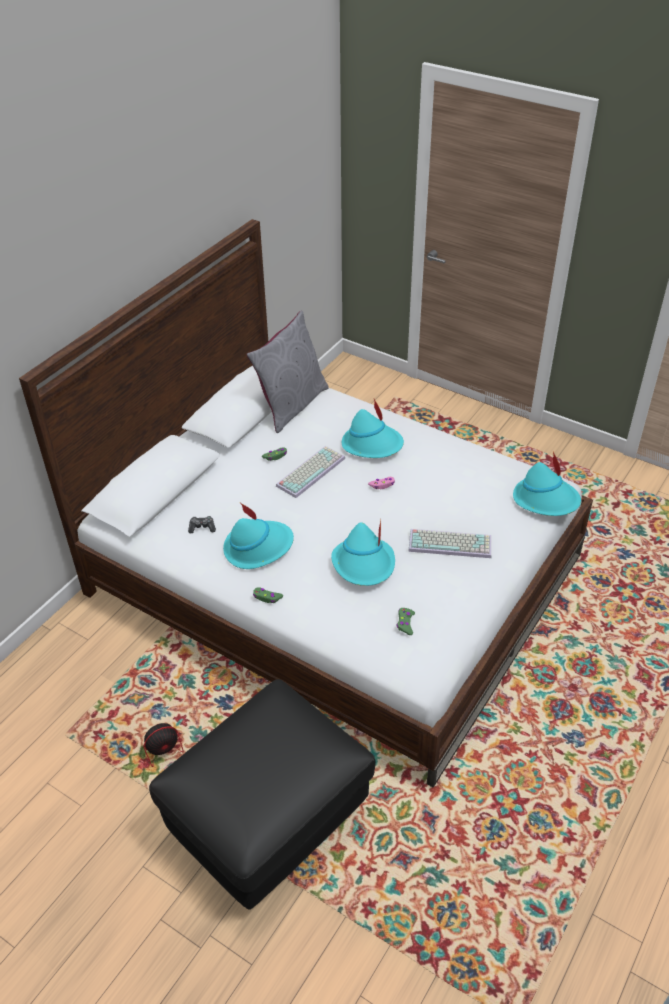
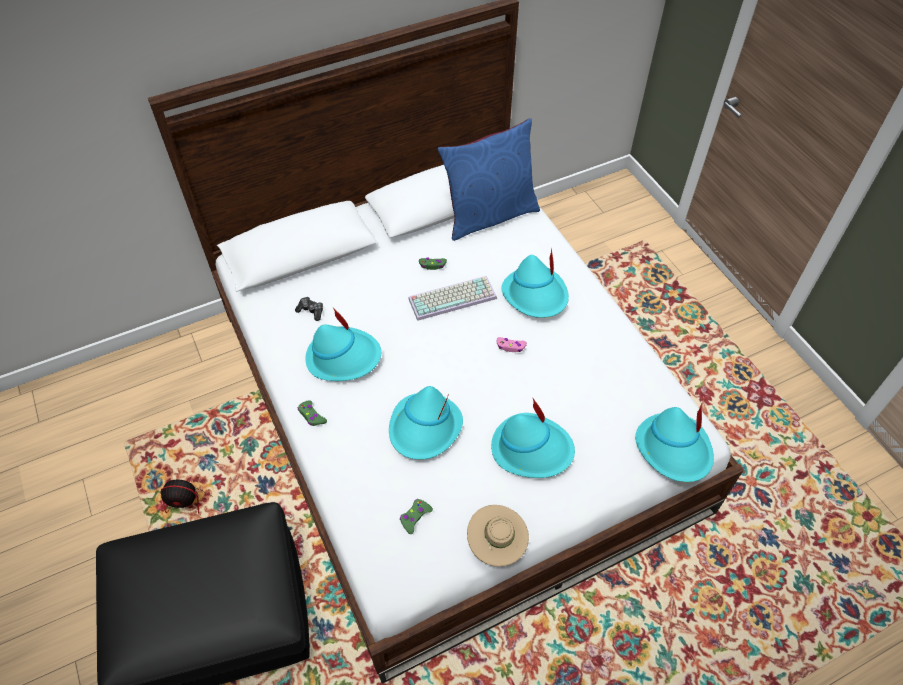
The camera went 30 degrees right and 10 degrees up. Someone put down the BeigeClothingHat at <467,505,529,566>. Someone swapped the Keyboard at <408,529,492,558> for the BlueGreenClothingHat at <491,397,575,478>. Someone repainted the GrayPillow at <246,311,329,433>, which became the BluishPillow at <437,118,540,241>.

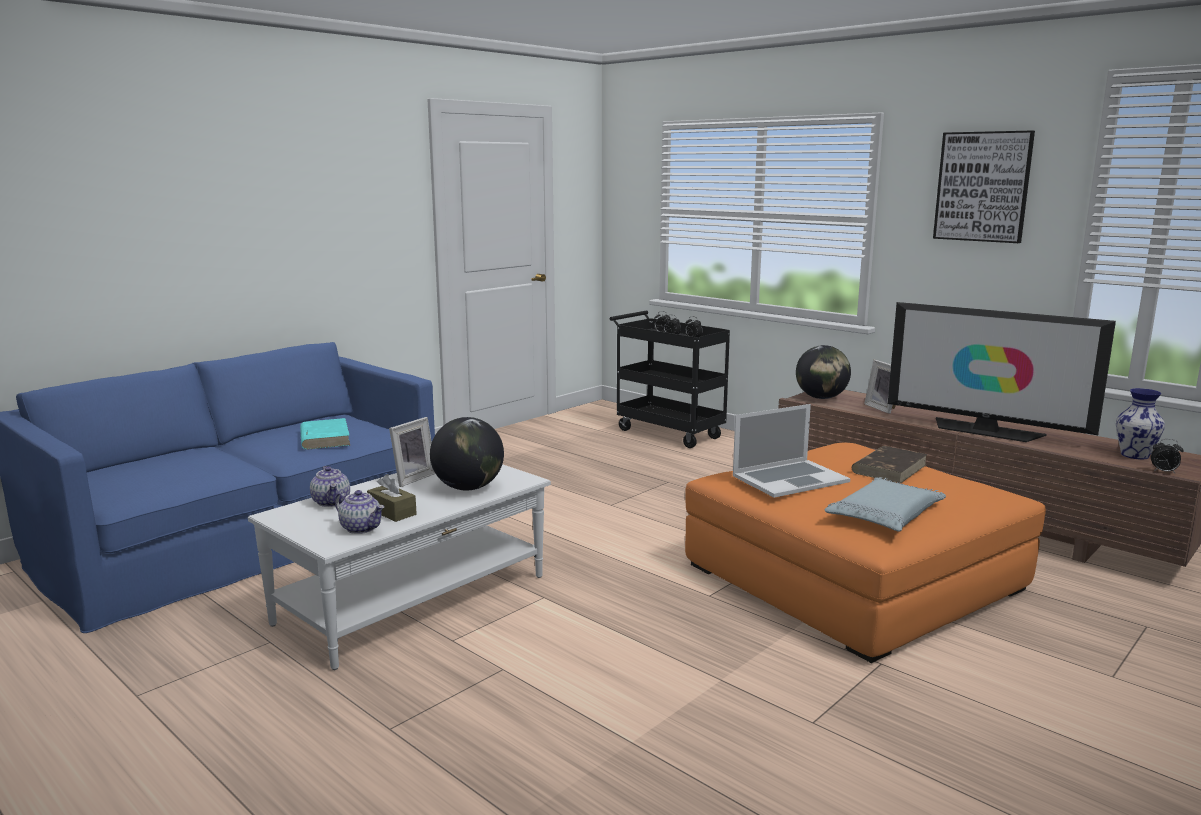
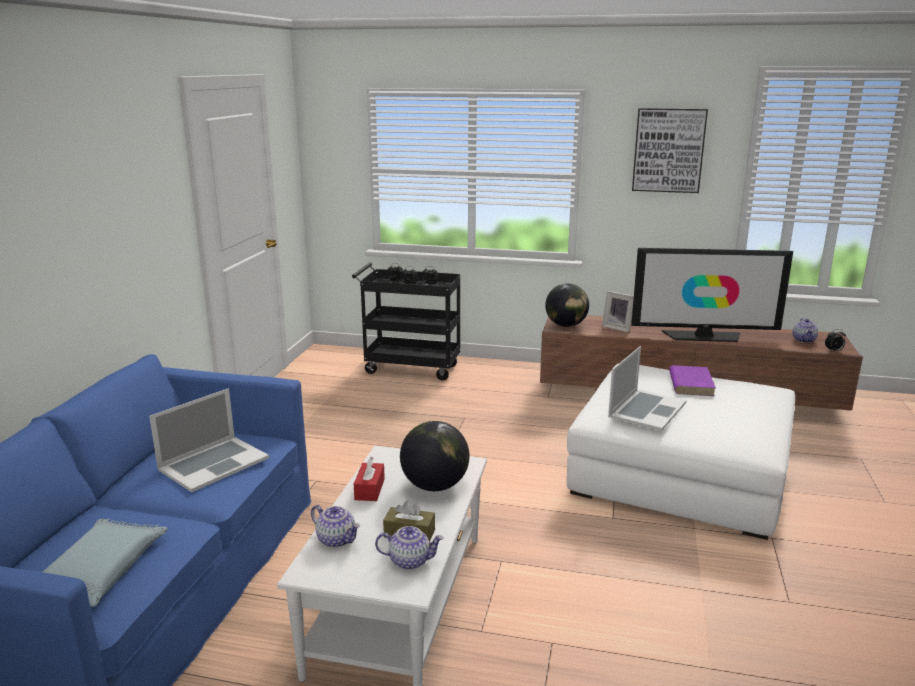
The camera went 30 degrees left and 5 degrees up. Someone carried the BluishPillow from <824,477,946,532> to <43,518,168,607>. Someone swapped the BlueGreenBook at <300,418,350,450> for the Laptop at <149,388,269,492>. Someone swapped the PhotoFrame at <389,417,435,487> for the RedBoxOfTissues at <354,457,385,501>. Someone swapped the Vase at <1116,388,1165,460> for the Teapot at <793,318,818,343>. Someone repainted the OrangeColouredPouffe at <685,443,1046,663>, which became the WhiteColouredPouffe at <566,364,795,540>. Someone repainted the BrownishBook at <852,446,928,483>, which became the PurpleBook at <669,365,716,396>.

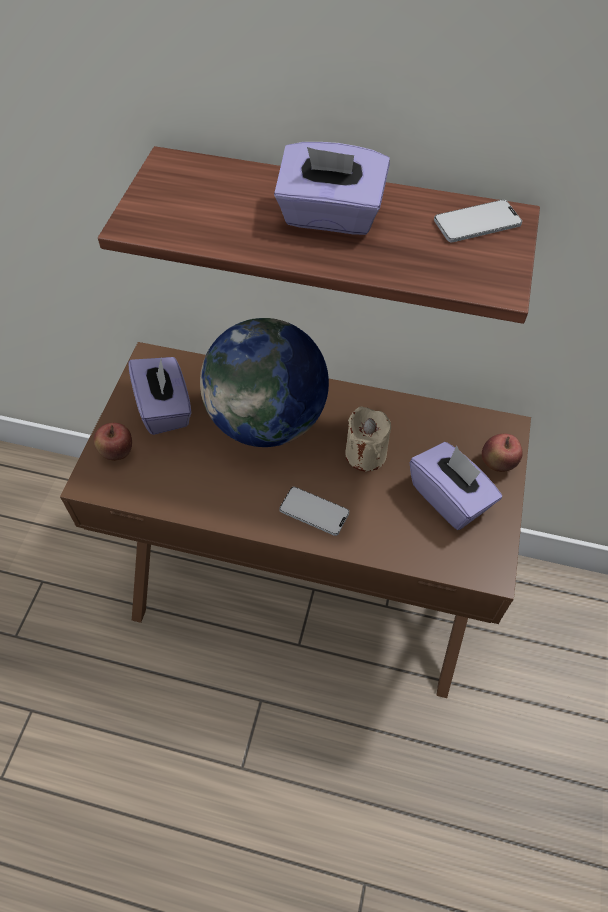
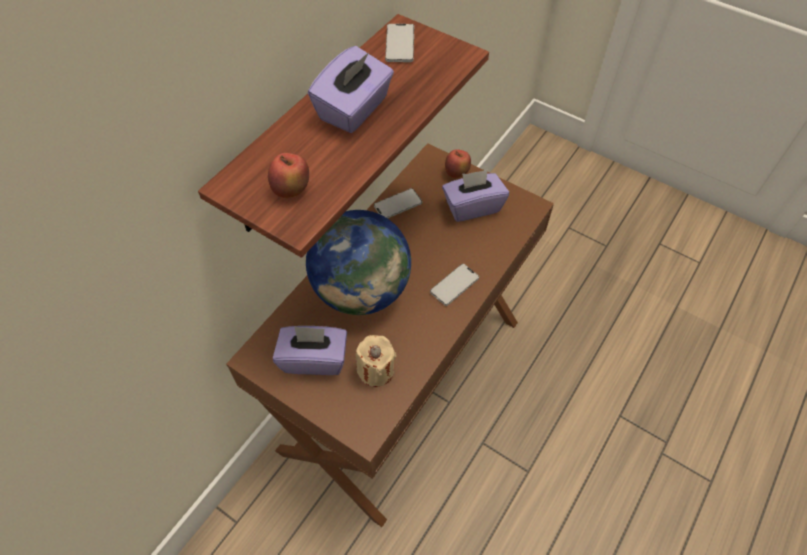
The camera went 70 degrees left and 0 degrees up. Someone put down the Phone at <374,188,422,218>. Someone carried the Apple from <94,423,132,461> to <268,153,309,198>. Someone carried the BeigeCandle from <346,406,391,471> to <356,335,397,387>.

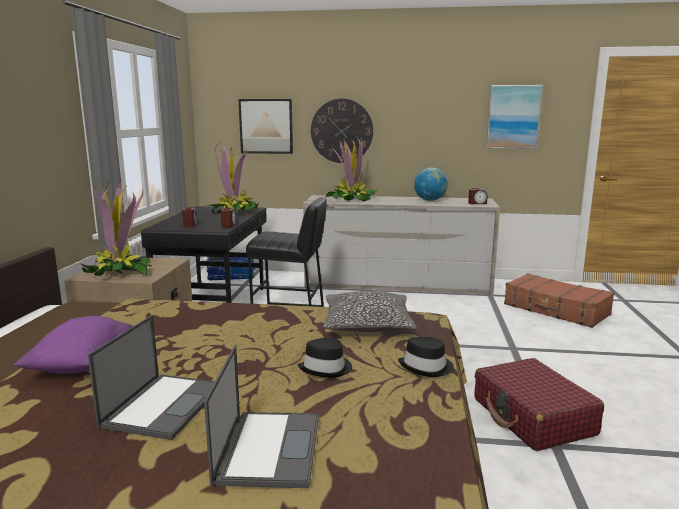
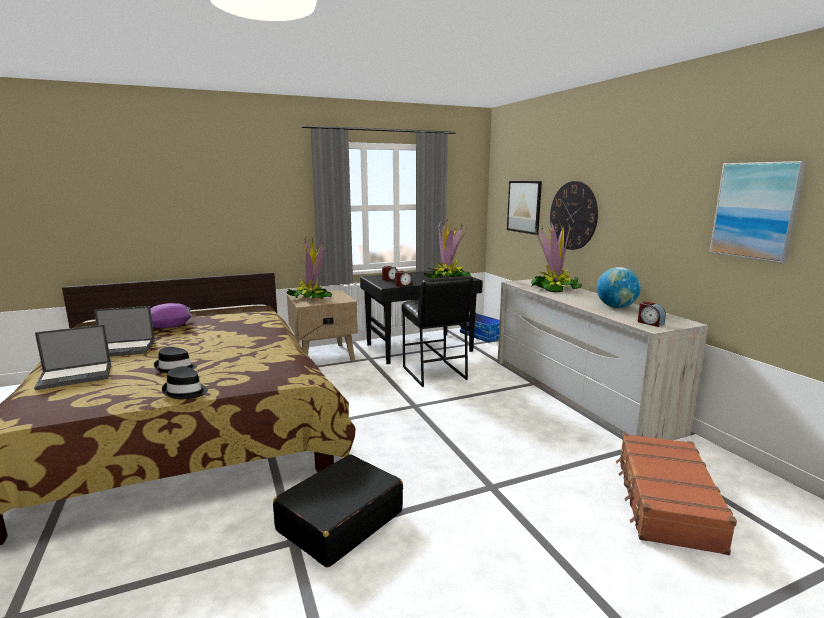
The camera went 60 degrees right and 0 degrees up. Someone took away the Pillow at <323,291,417,332>. Someone repainted the RedSuitcase at <475,358,604,451>, which became the BlackColouredSuitcase at <273,455,403,568>.

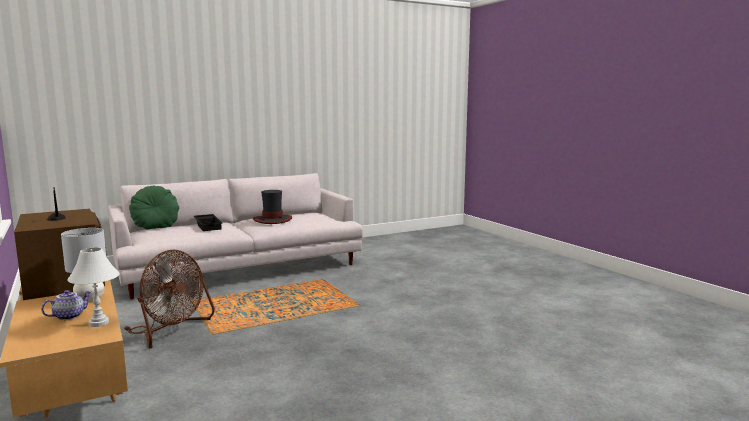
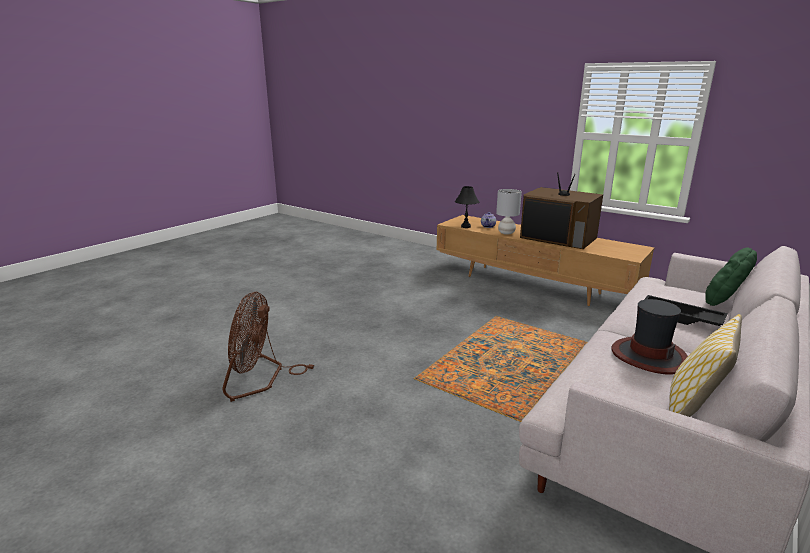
The camera went 155 degrees right and 10 degrees up. Someone put down the Pillow at <669,314,742,417>. Someone carried the BrownishCoolingFan from <124,250,215,349> to <222,292,315,402>. Someone repainted the WhiteColouredLampForATable at <67,247,120,327>, which became the BlackColouredLampForATable at <455,186,479,228>.

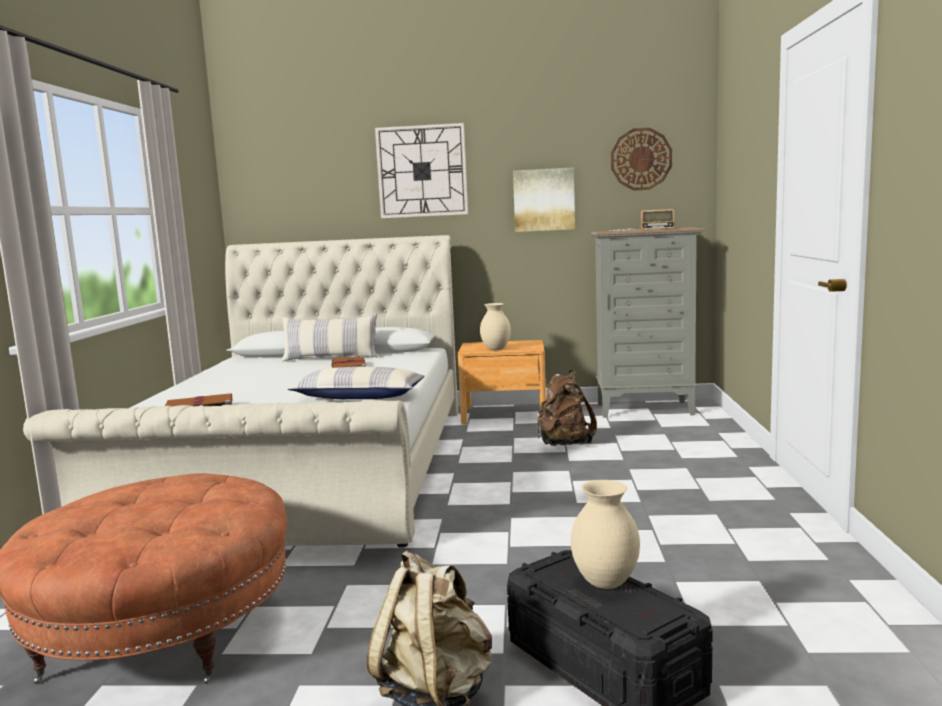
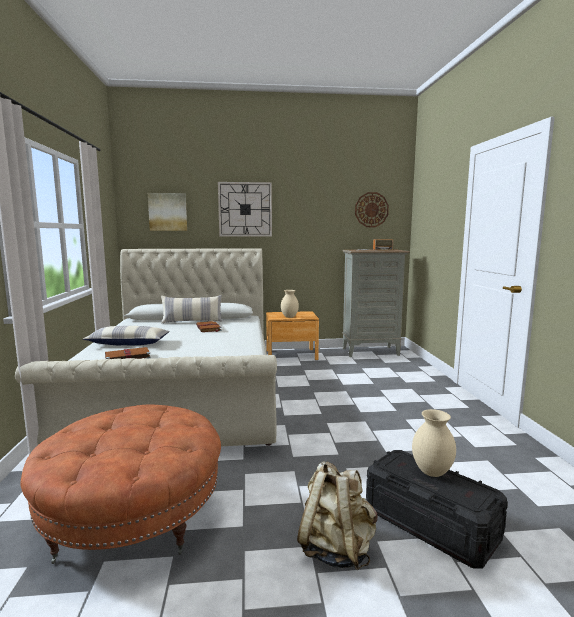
The camera went 10 degrees left and 0 degrees up. Someone took away the BrownishRucksack at <538,370,597,446>. Someone carried the Pillow from <287,367,425,399> to <83,326,170,345>. Someone carried the WallArt from <513,167,575,232> to <148,193,187,231>.

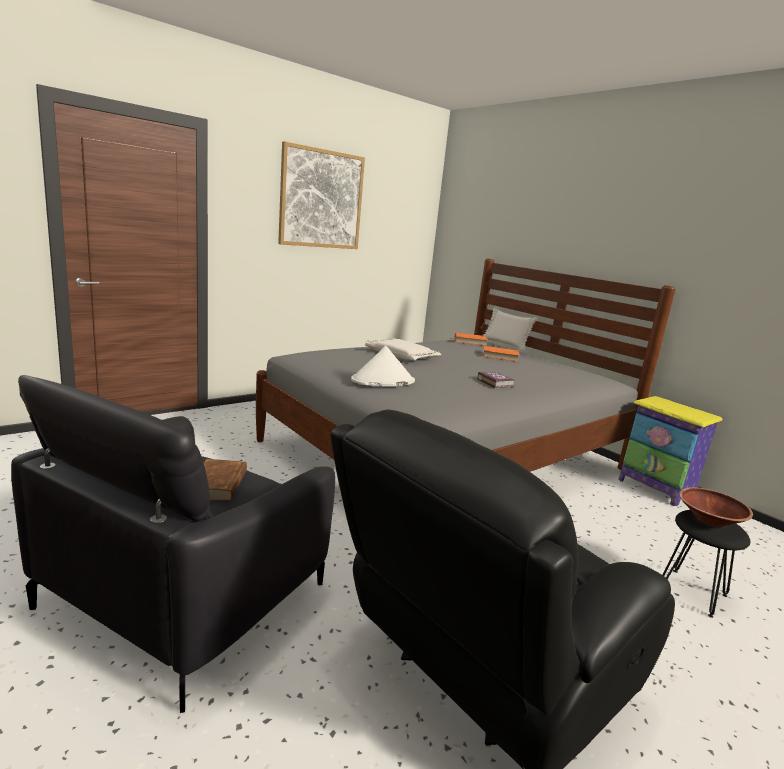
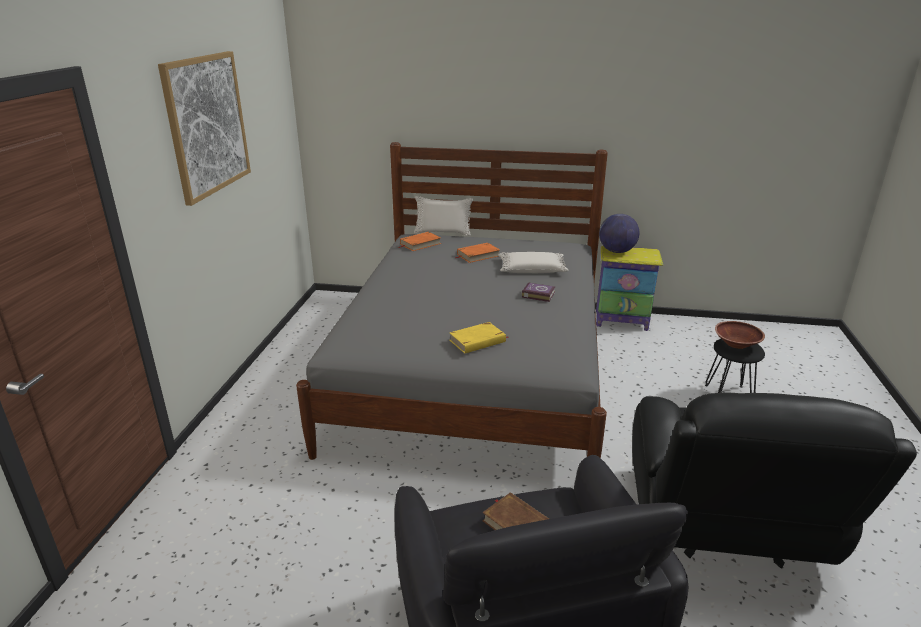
The camera went 40 degrees left and 10 degrees up. Someone put down the WorldGlobe at <599,214,639,253>. Someone carried the WhiteColouredPillow from <365,338,441,361> to <498,252,568,273>. Someone swapped the WhiteColouredClothingHat at <351,346,415,386> for the YellowishBook at <450,322,509,354>.

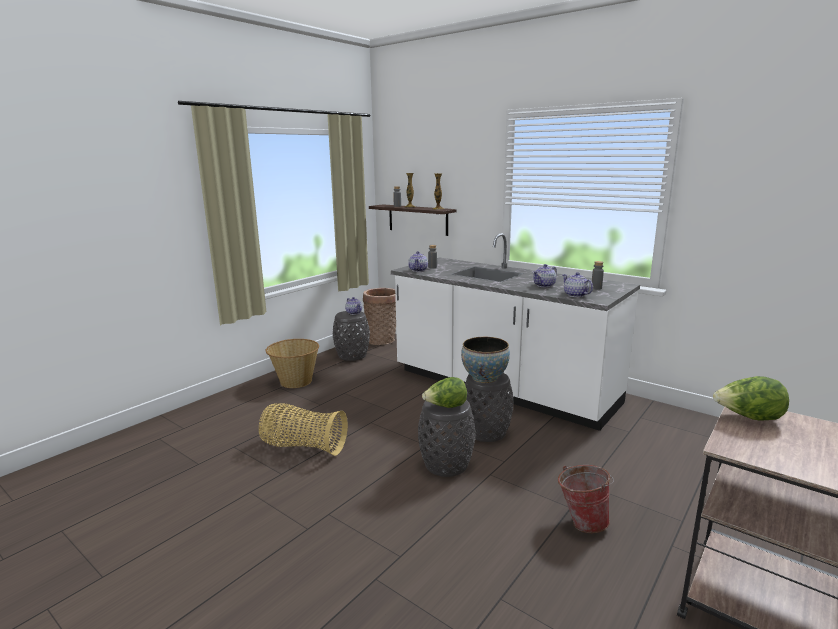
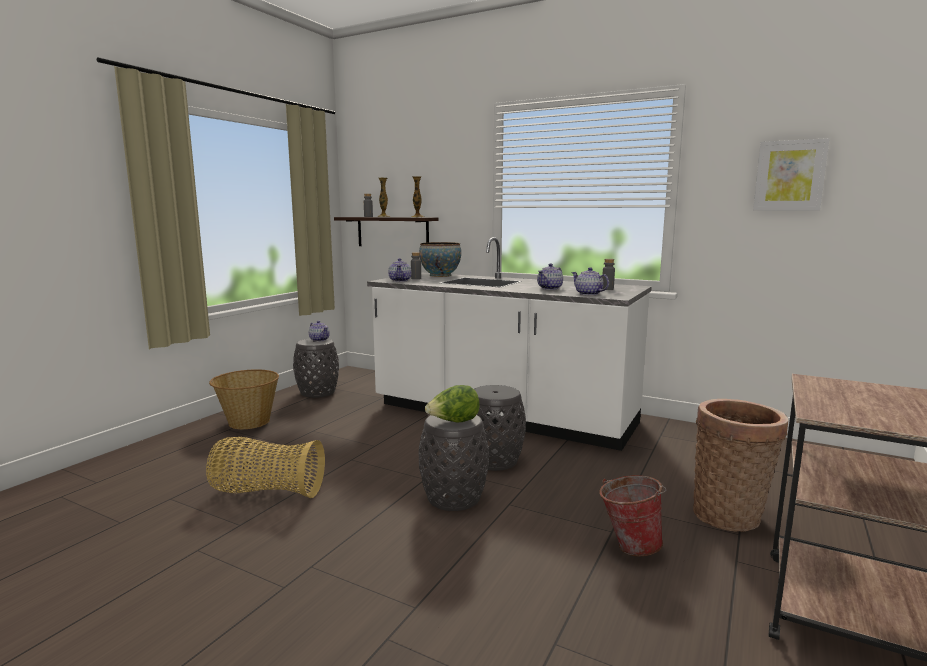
The camera went 10 degrees left and 5 degrees down. Someone took away the LettuceHead at <713,376,789,421>. Someone put up the WallArt at <753,138,830,211>. Someone carried the Basket from <363,288,396,345> to <693,399,788,532>. Someone carried the Bowl from <461,337,510,383> to <419,242,461,277>.

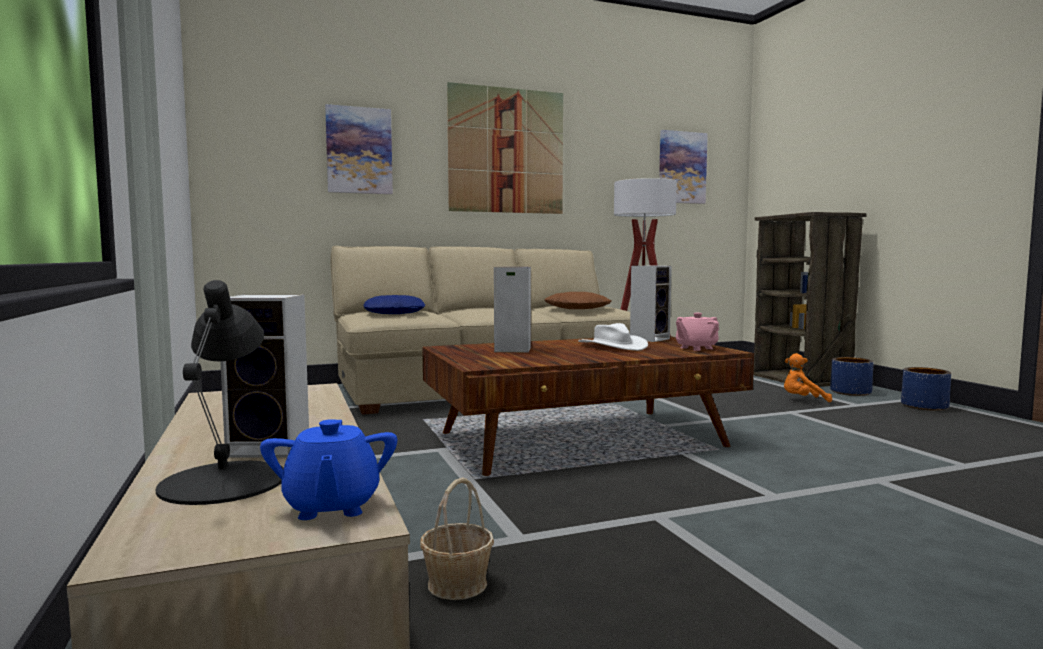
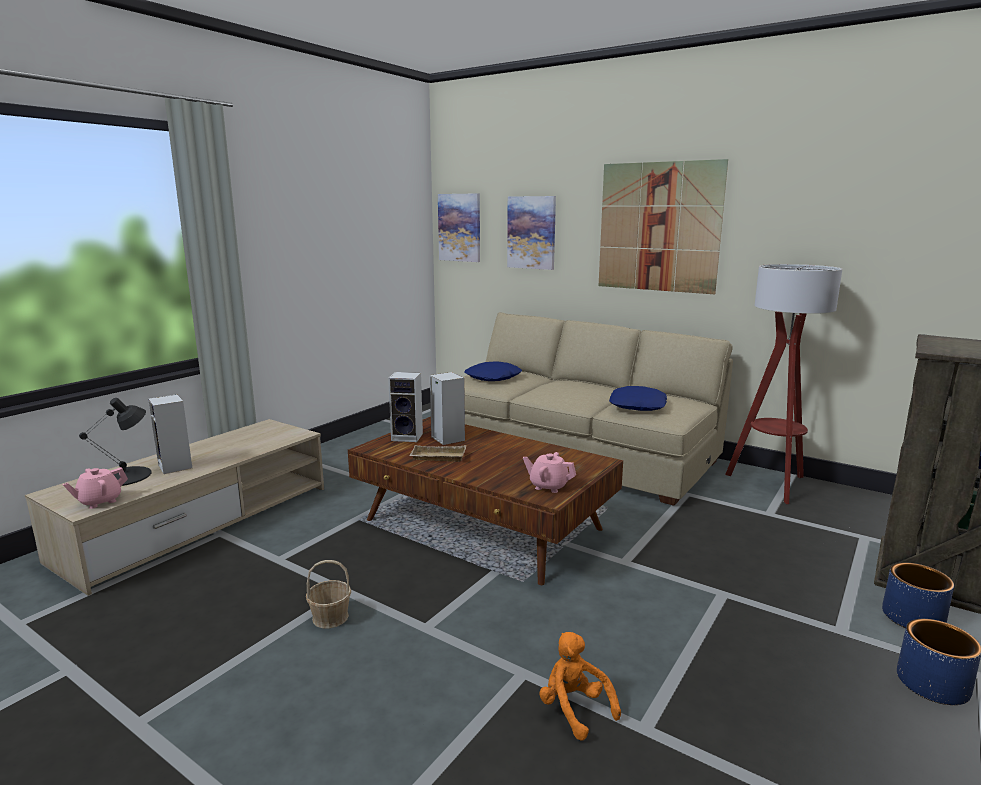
The camera went 55 degrees right and 10 degrees up. Someone took away the WhiteColouredClothingHat at <579,323,648,351>. Someone put down the BeigeCarryingTray at <409,445,466,462>. Someone carried the Basket from <420,477,494,600> to <306,560,351,629>. Someone carried the Loudspeaker from <630,265,672,342> to <388,372,423,442>. Someone carried the WallArt from <659,130,708,204> to <438,193,480,262>. Someone carried the OrangeColouredSoftToy from <784,353,832,402> to <539,632,621,741>. Someone repainted the BluishTeapot at <260,419,397,520>, which became the PinkColouredTeapot at <63,467,128,509>. Someone repainted the BrownishPillow at <544,292,612,309>, which became the BluishPillow at <609,386,667,411>.

